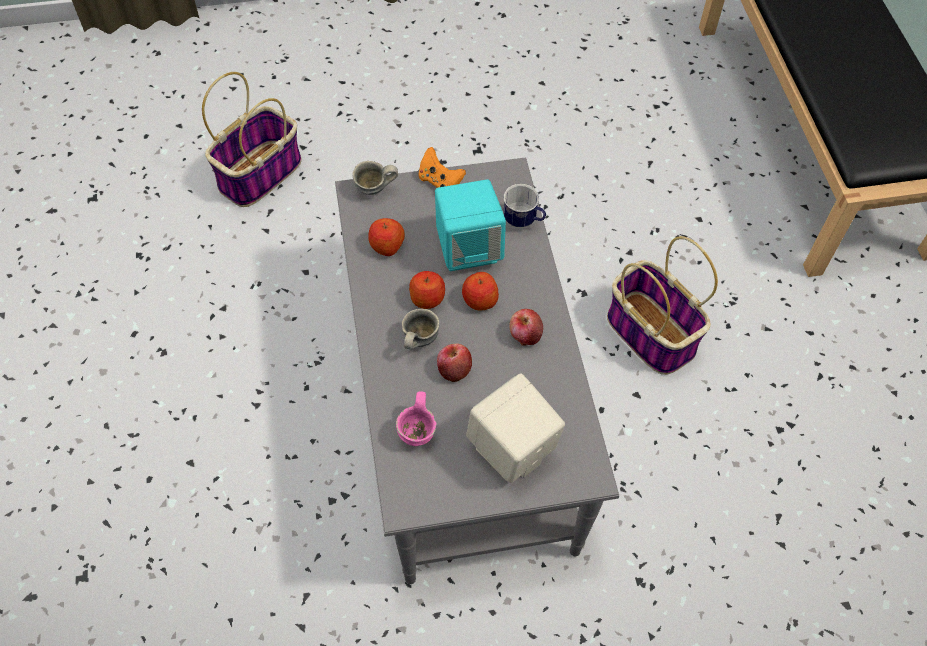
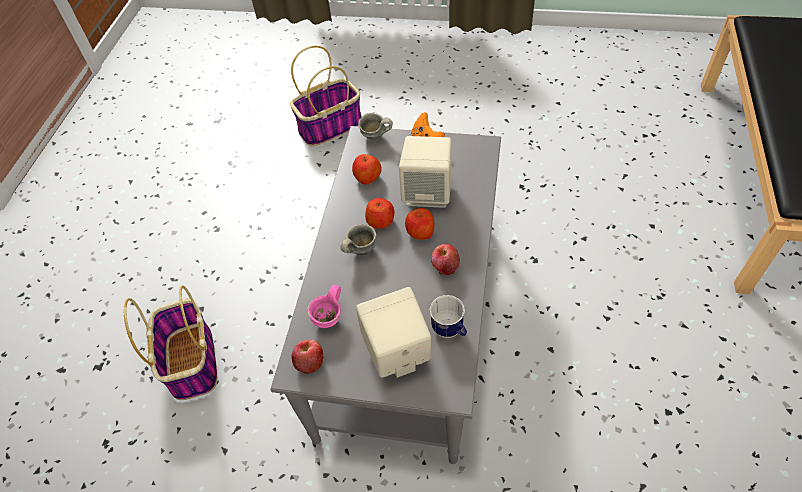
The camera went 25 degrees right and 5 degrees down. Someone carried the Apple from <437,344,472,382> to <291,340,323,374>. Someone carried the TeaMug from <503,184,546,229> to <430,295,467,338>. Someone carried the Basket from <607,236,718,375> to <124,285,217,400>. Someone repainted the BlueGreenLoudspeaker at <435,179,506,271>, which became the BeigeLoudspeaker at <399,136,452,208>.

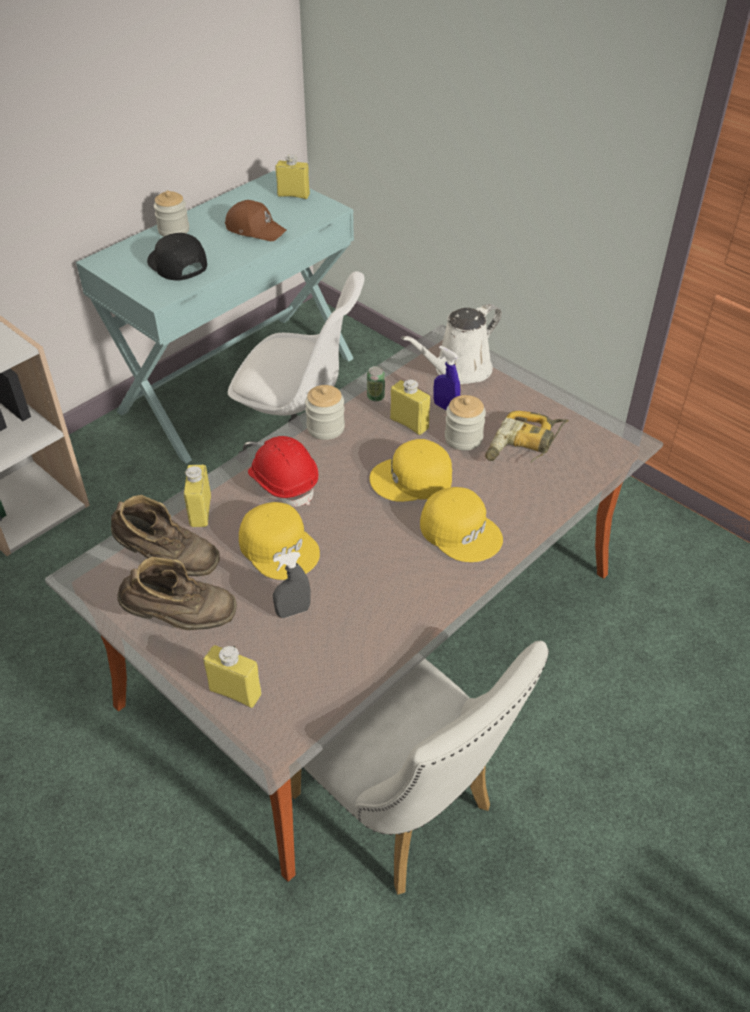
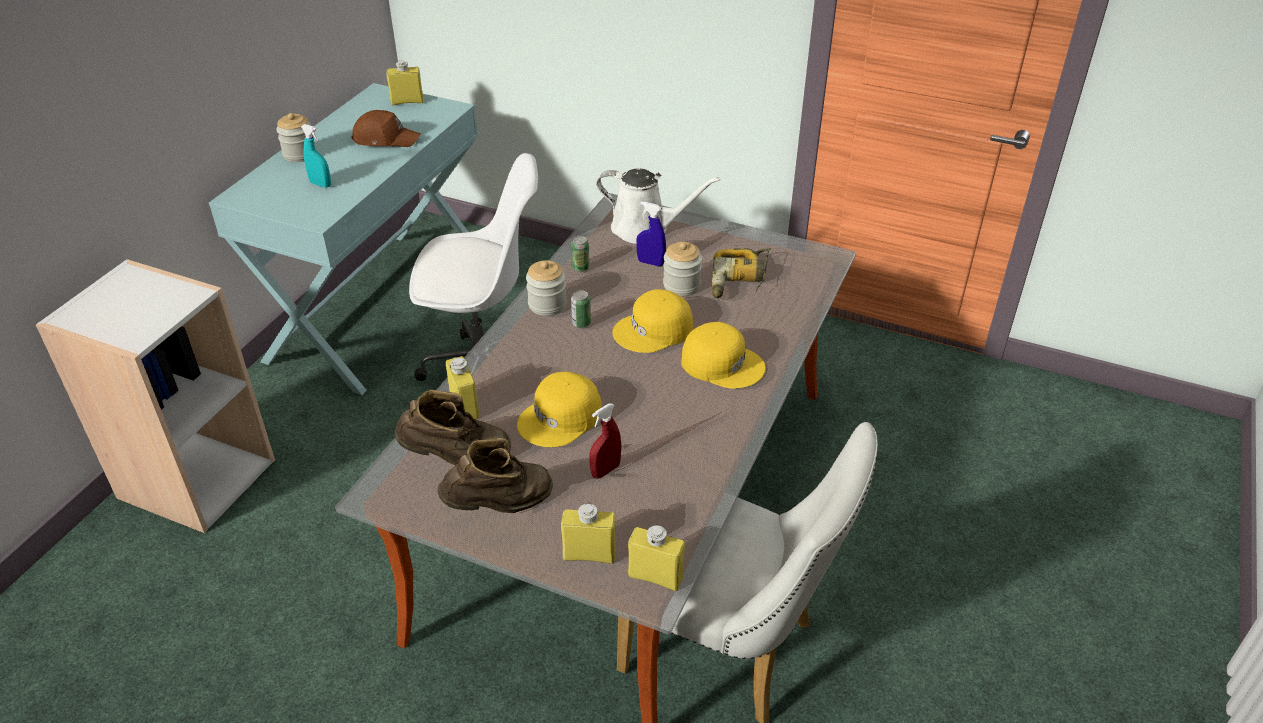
The camera went 20 degrees left and 5 degrees down. Someone took away the RedSafetyHelmet at <248,436,318,507>. Someone put down the MetalCan at <571,290,591,328>. Someone carried the YellowishBottle from <390,380,430,435> to <628,525,685,591>. Someone swapped the BlackColouredPeakedCap at <147,233,207,281> for the BlueGreenHandSprayer at <301,124,331,188>. Someone repainted the GrayHandSprayer at <273,552,311,618>, which became the RedHandSprayer at <590,403,621,479>. Someone rotated the YellowishPeakedCap at <239,502,320,580> by 105 degrees clockwise. Someone rotated the WhiteColouredWateringPot at <401,304,502,384> by 105 degrees counterclockwise.

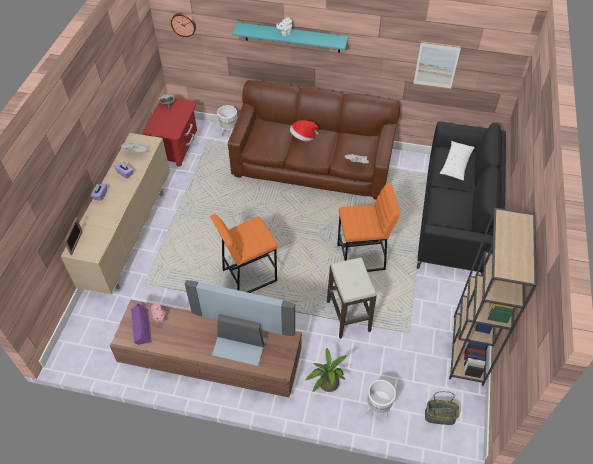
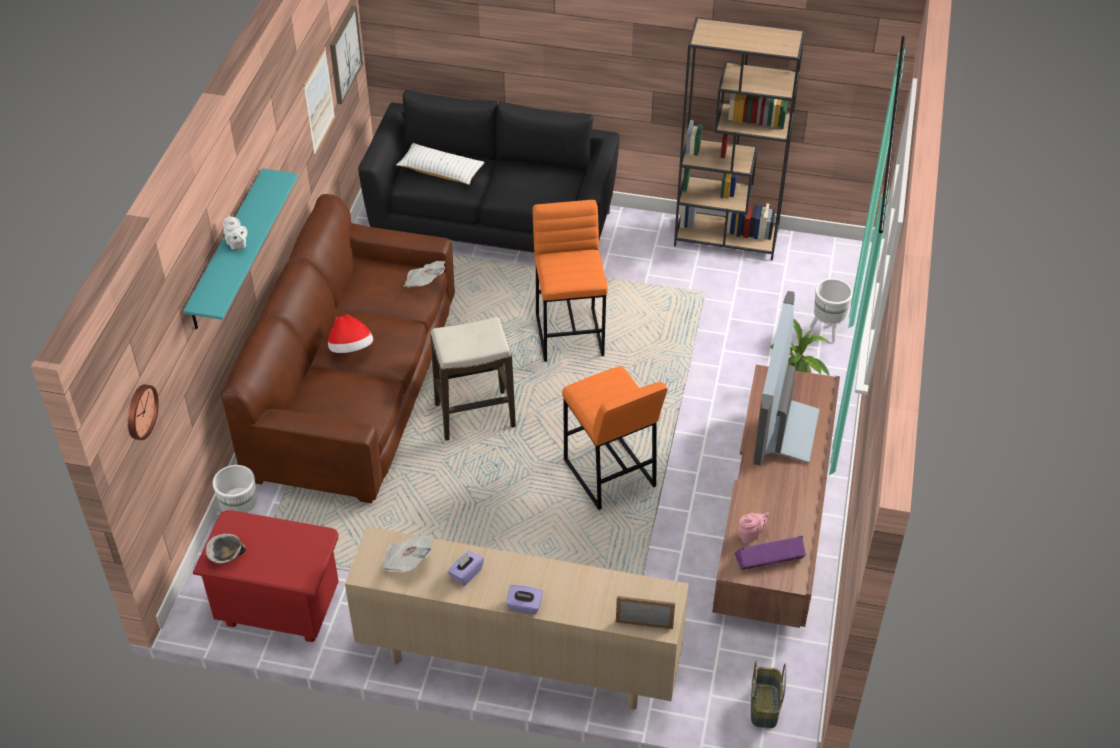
The camera went 90 degrees left and 5 degrees down. Someone put up the WallArt at <330,6,363,104>. Someone carried the StoolSeat from <327,258,376,339> to <430,317,516,441>. Someone carried the Basket from <425,391,459,425> to <751,661,786,728>.

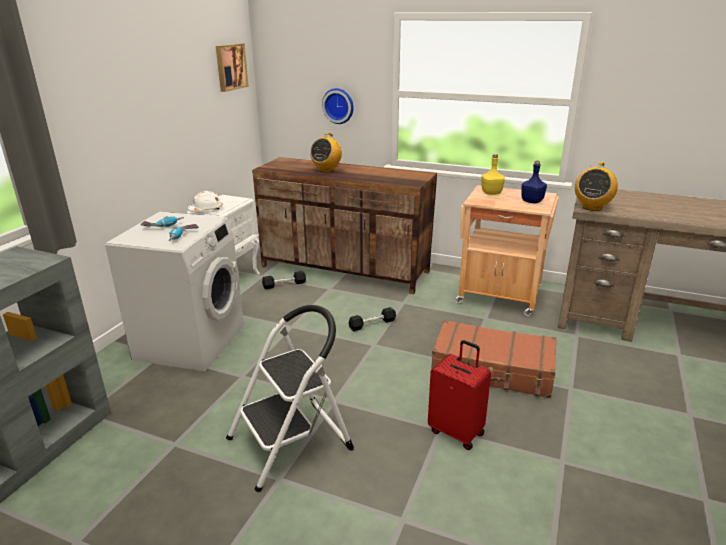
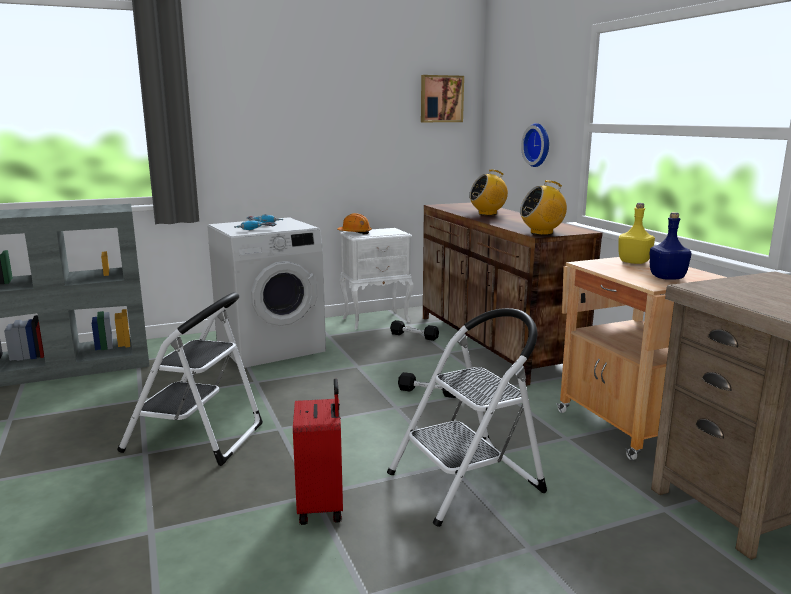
The camera went 45 degrees right and 10 degrees down. Someone carried the Radio from <575,162,618,211> to <520,180,567,235>. Someone swapped the BrownishSuitcase at <431,320,557,398> for the Stepladder at <387,308,547,527>. Someone repainted the WhiteColouredSafetyHelmet at <188,191,223,211>, which became the OrangeColouredSafetyHelmet at <337,213,372,235>.

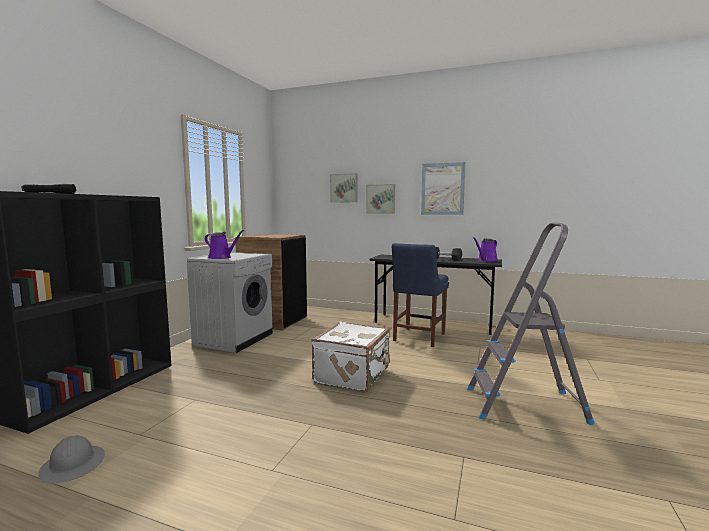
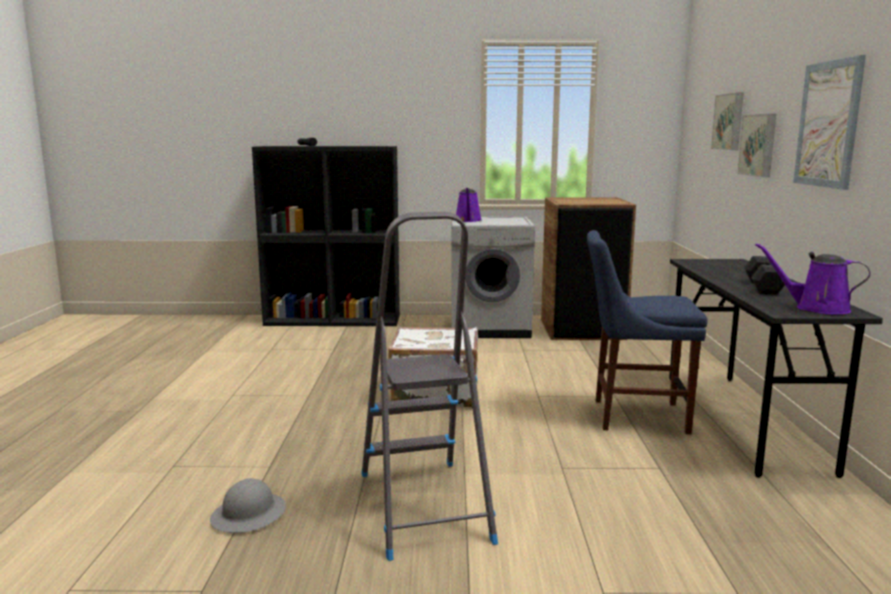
The camera went 70 degrees right and 5 degrees up. Someone carried the GraySafetyHelmet from <38,435,105,484> to <210,478,286,533>.

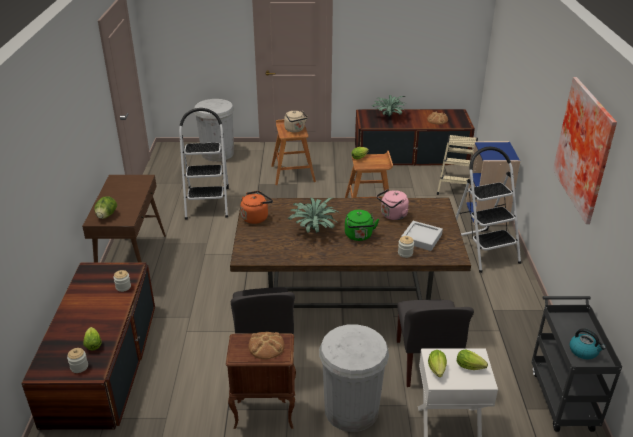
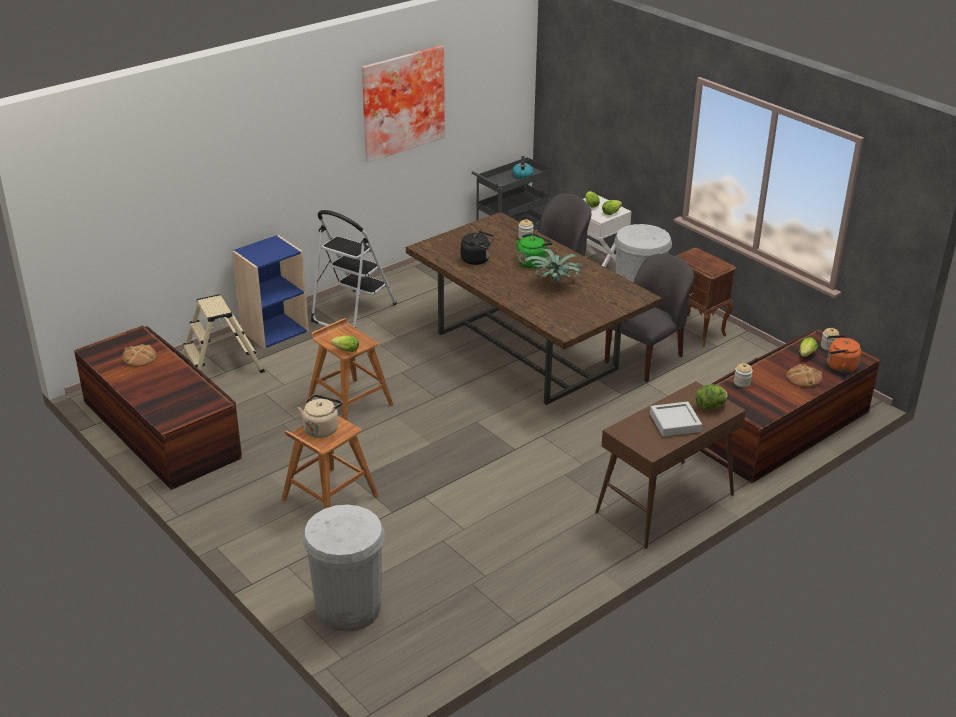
The camera went 130 degrees left and 0 degrees up. Someone took away the Stepladder at <179,108,229,220>. Someone took away the PlantInAPot at <372,95,406,117>. Someone carried the OrangeColouredWaterKettle from <240,191,273,224> to <827,335,862,373>. Someone carried the Bread from <248,332,285,359> to <786,364,823,388>. Someone carried the GrayCarryingTray from <401,221,443,251> to <650,402,702,437>. Someone repainted the PinkColouredWaterKettle at <377,189,409,220>, which became the BlackColouredWaterKettle at <461,231,494,265>.

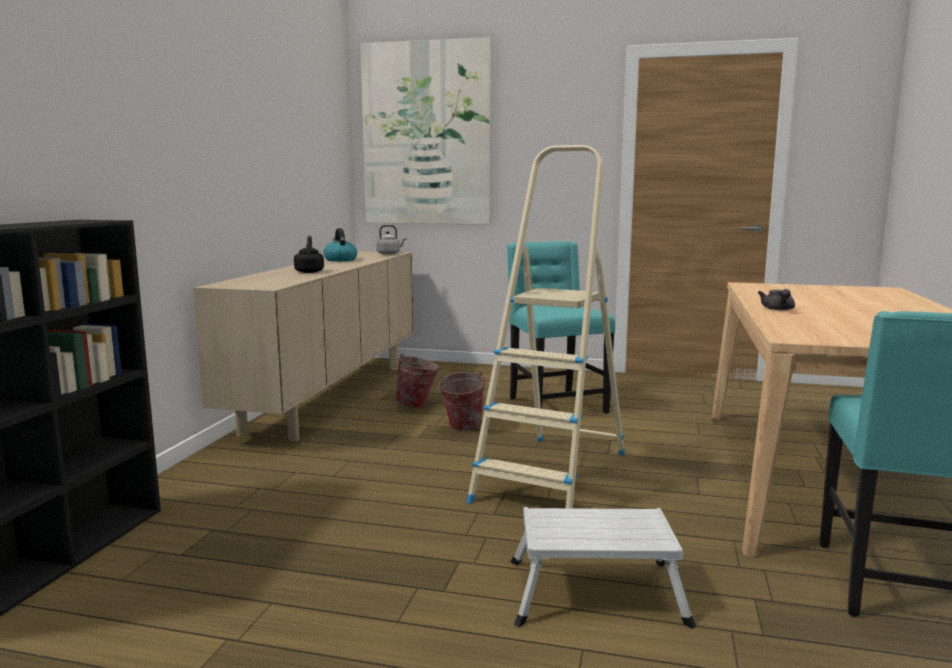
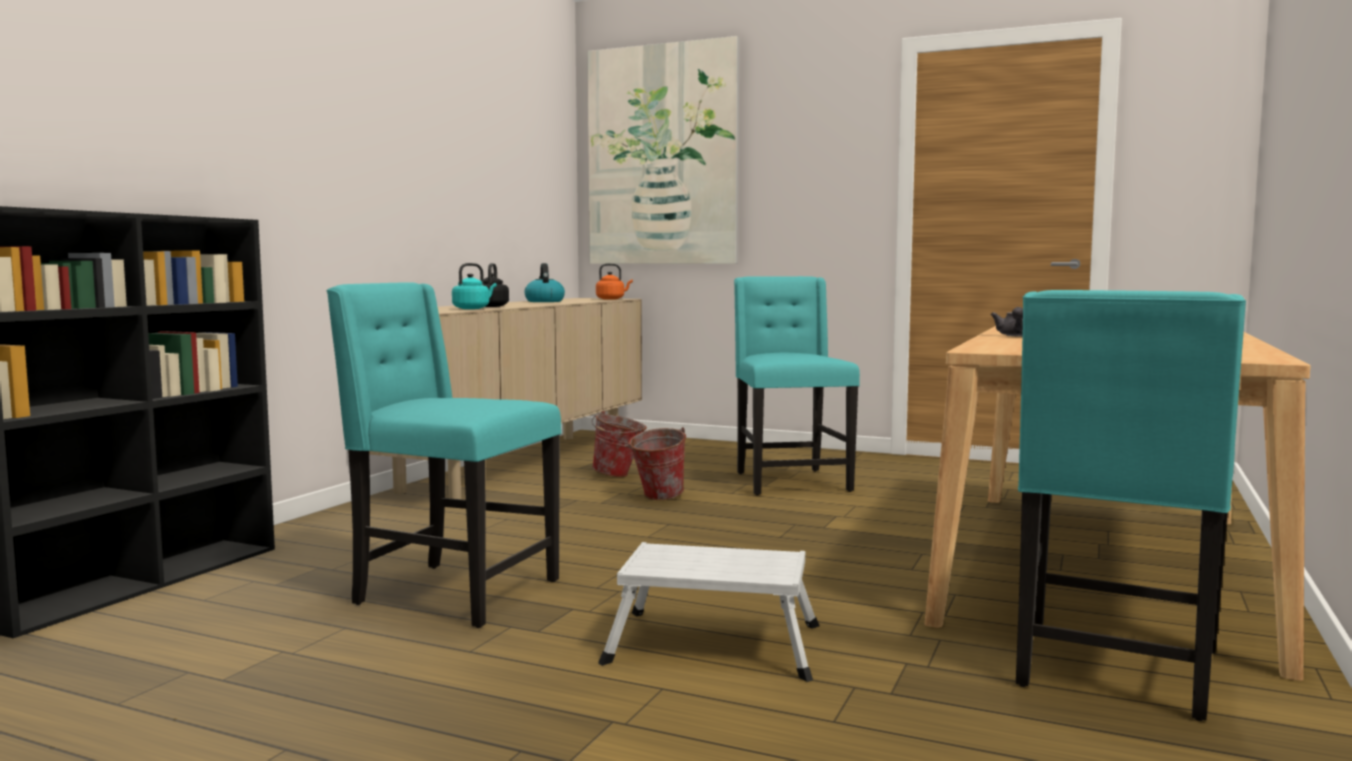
The camera went 10 degrees right and 5 degrees down. Someone took away the BeigeStepladder at <466,145,625,508>. Someone put down the BlueGreenUprightChair at <327,282,562,628>. Someone put down the BlueGreenWaterKettle at <452,263,497,309>. Someone repainted the GrayWaterKettle at <376,225,406,255>, which became the OrangeColouredWaterKettle at <596,263,633,300>.

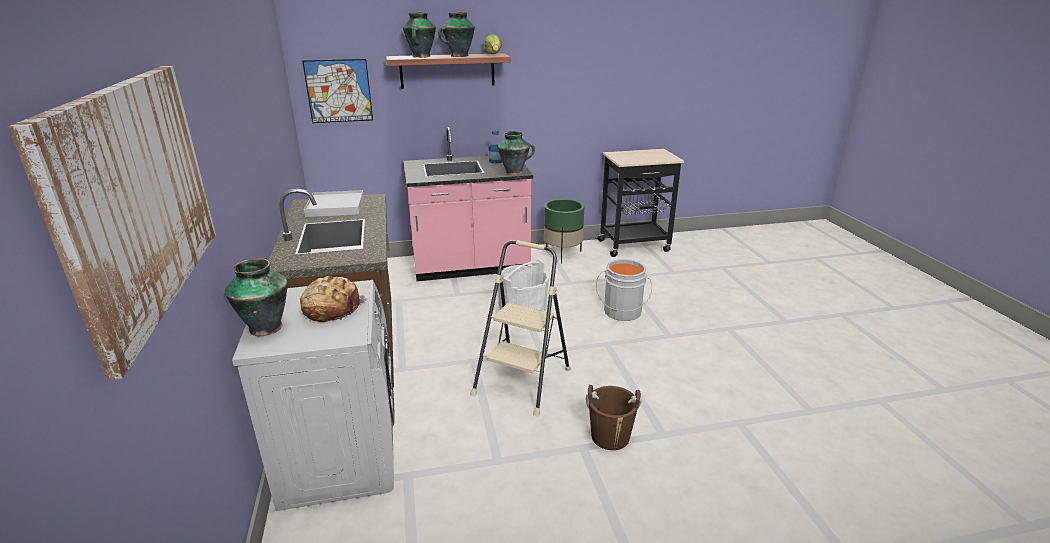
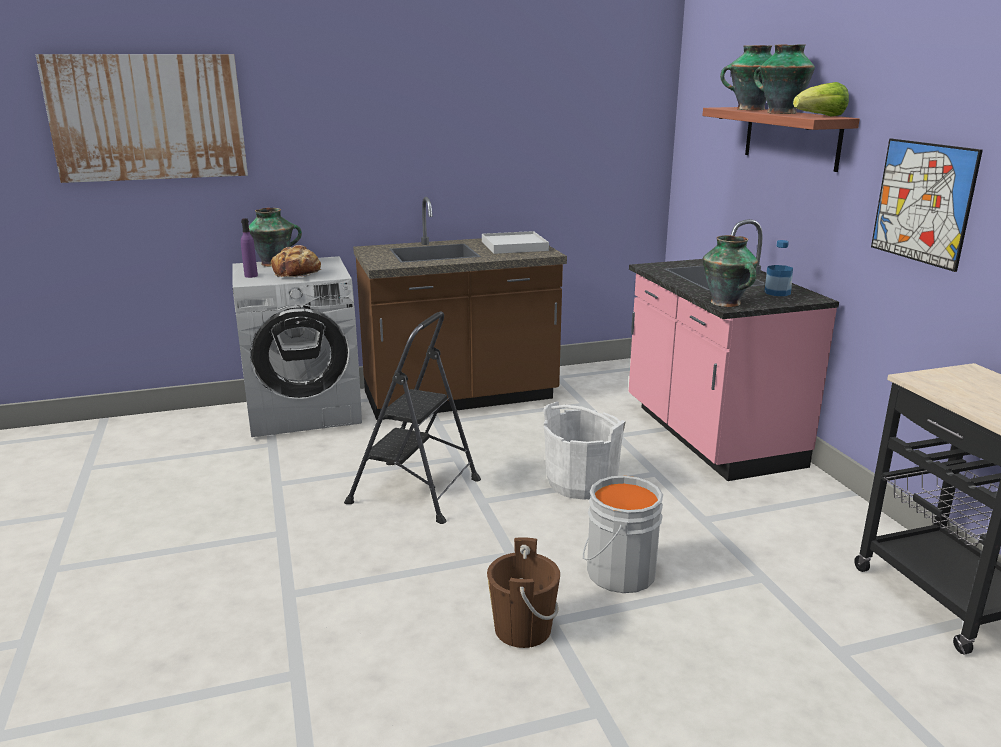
The camera went 85 degrees right and 5 degrees down. Someone took away the GreenPlantPot at <544,199,584,264>. Someone put down the PurpleBottle at <241,218,258,278>. Someone carried the WallArt from <302,59,373,123> to <871,139,983,272>. Someone carried the BrownishWaterBucket from <586,385,642,450> to <487,537,560,648>. Someone repainted the BeigeStepladder at <470,240,571,416>, which became the BlackColouredStepladder at <344,312,481,524>.

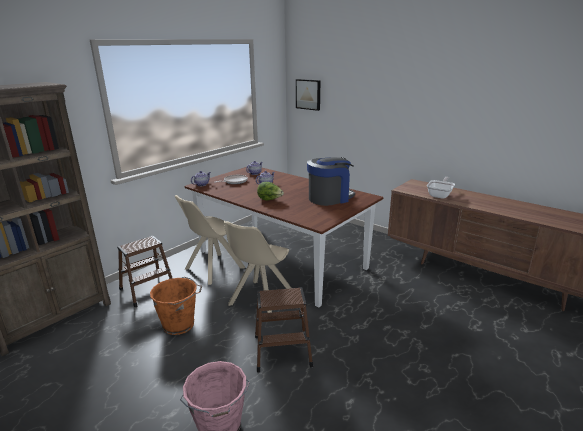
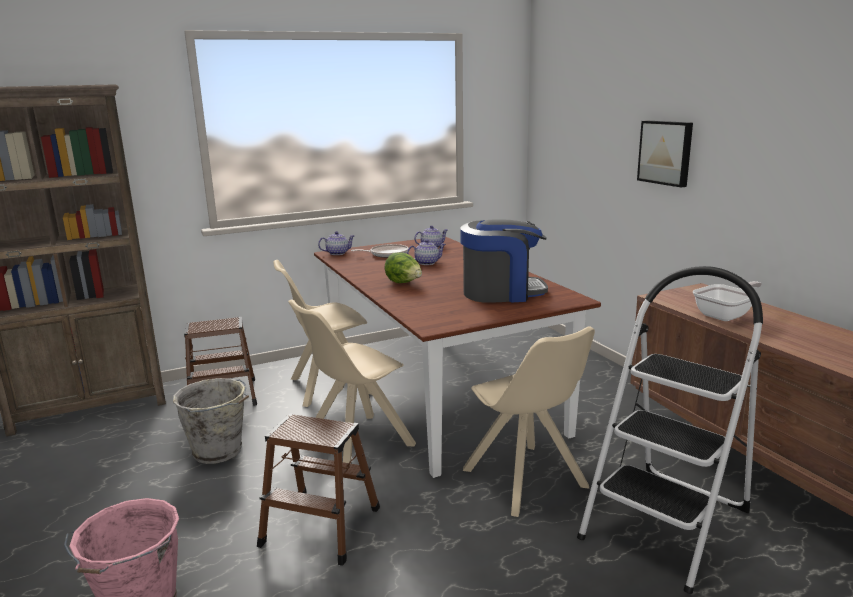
The camera went 25 degrees right and 5 degrees down. Someone put down the BeigeUprightChair at <463,326,595,517>. Someone put down the Stepladder at <577,266,763,594>. Someone carried the WallArt from <296,79,320,111> to <637,121,693,187>. Someone repainted the OrangeColouredWaterBucket at <150,277,202,335>, which became the GrayWaterBucket at <173,378,249,464>.

